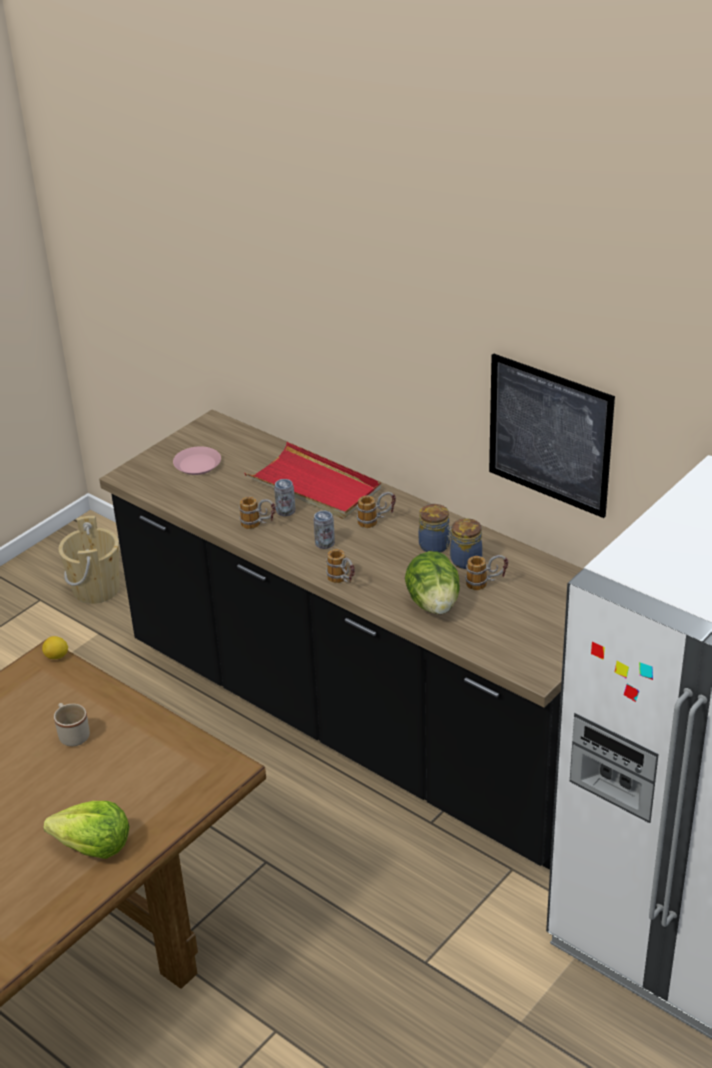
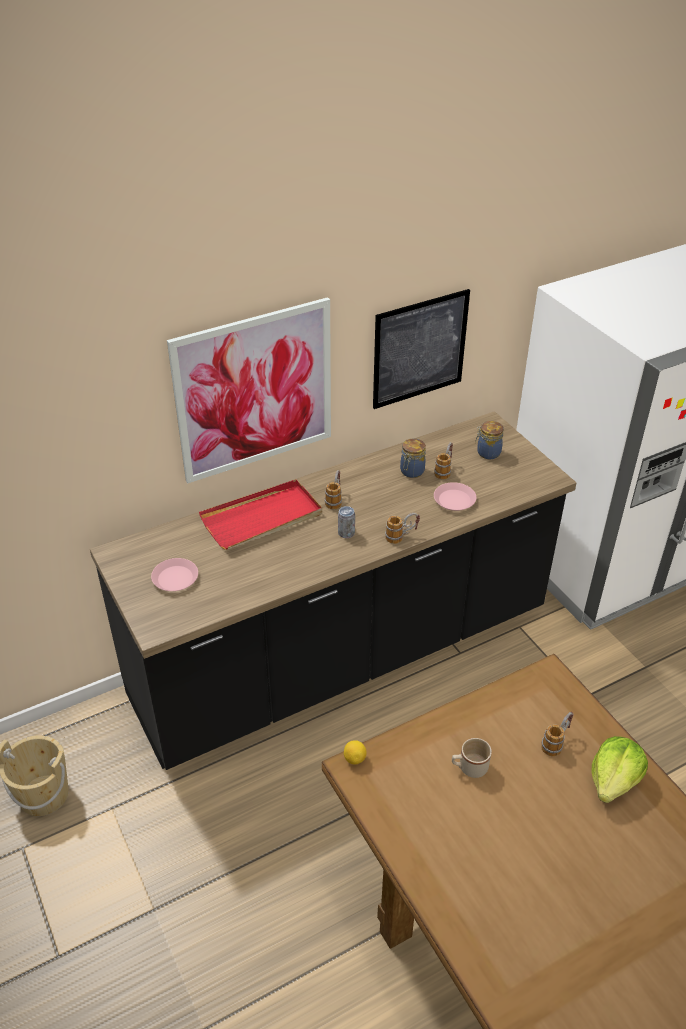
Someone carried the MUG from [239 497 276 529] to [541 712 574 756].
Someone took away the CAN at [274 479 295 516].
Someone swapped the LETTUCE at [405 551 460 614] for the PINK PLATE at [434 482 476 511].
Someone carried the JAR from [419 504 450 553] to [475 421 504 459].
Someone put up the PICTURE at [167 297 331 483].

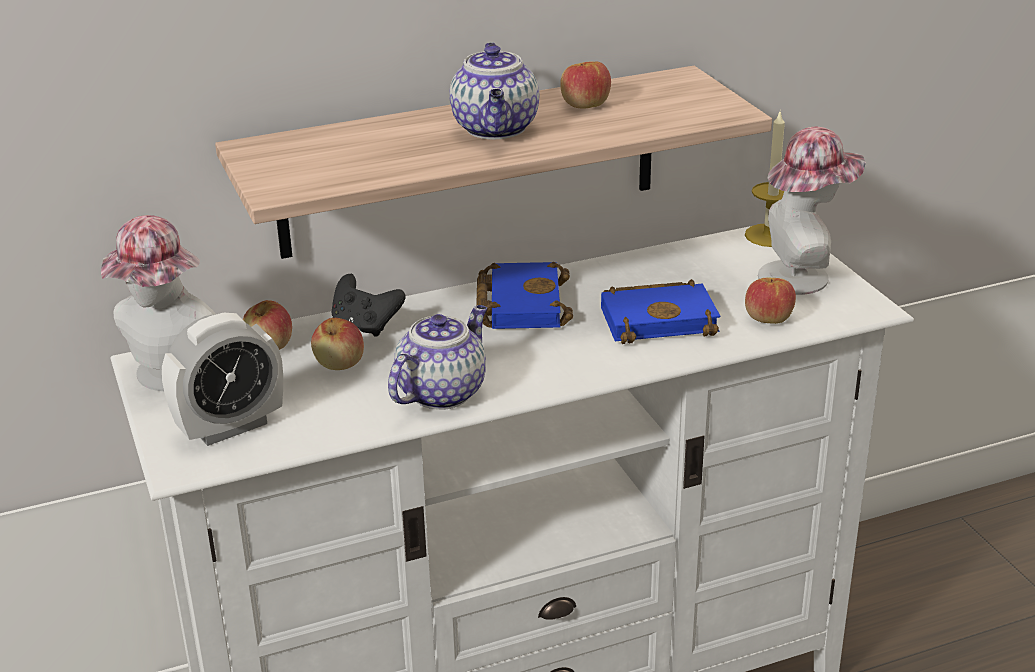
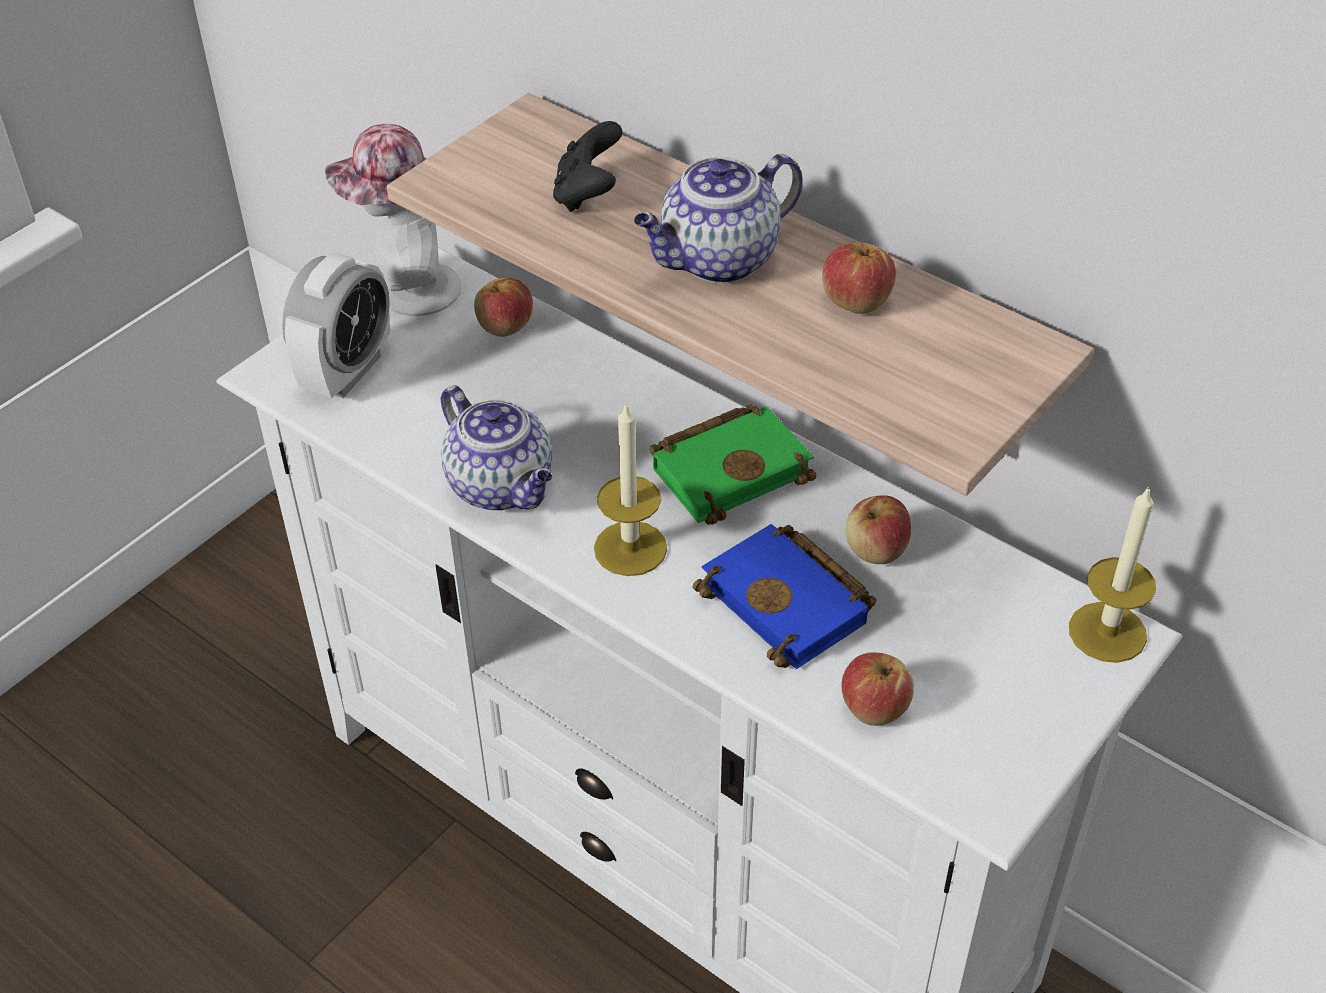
Someone rotated the ALARM CLOCK at [162 313 283 446] by 90 degrees counterclockwise.
Someone carried the APPLE from [311 318 364 370] to [846 495 911 564].
Someone carried the BLACK GAME CONTROLLER from [332 274 406 337] to [553 121 622 212].
Someone rotated the TEAPOT at [388 305 487 410] by 45 degrees clockwise.
Someone repainted the BLUE BOOK at [476 262 573 329], which became the GREEN BOOK at [650 404 816 525].
Someone took away the HAT at [758 127 866 295].
Someone put down the CANDLE at [594 405 667 576].

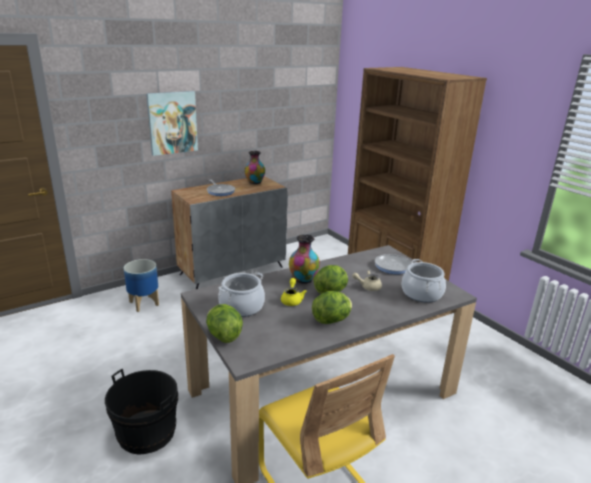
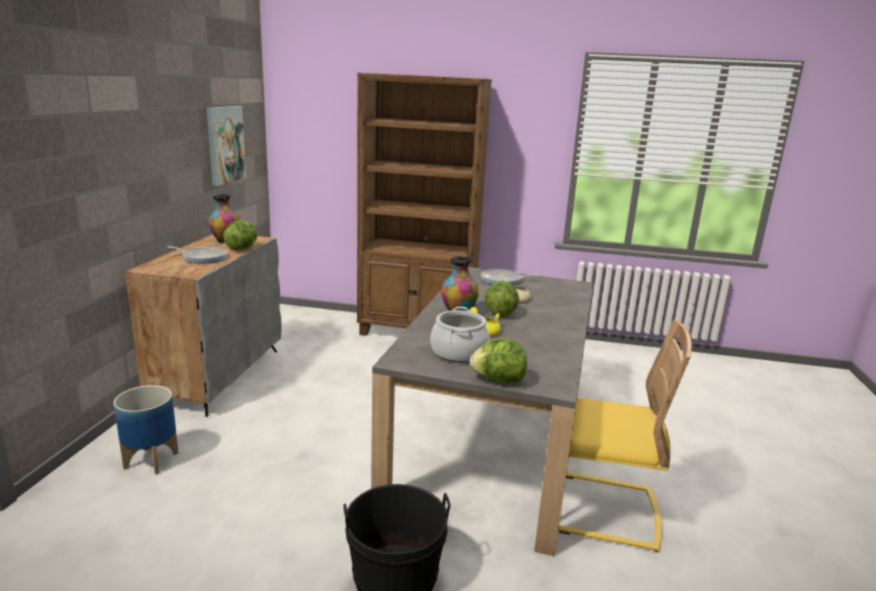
Someone carried the PICTURE from [146 91 198 156] to [206 106 246 186].
Someone carried the LETTUCE from [312 291 352 324] to [223 220 257 250].
Someone took away the COOKING POT at [402 259 446 302].

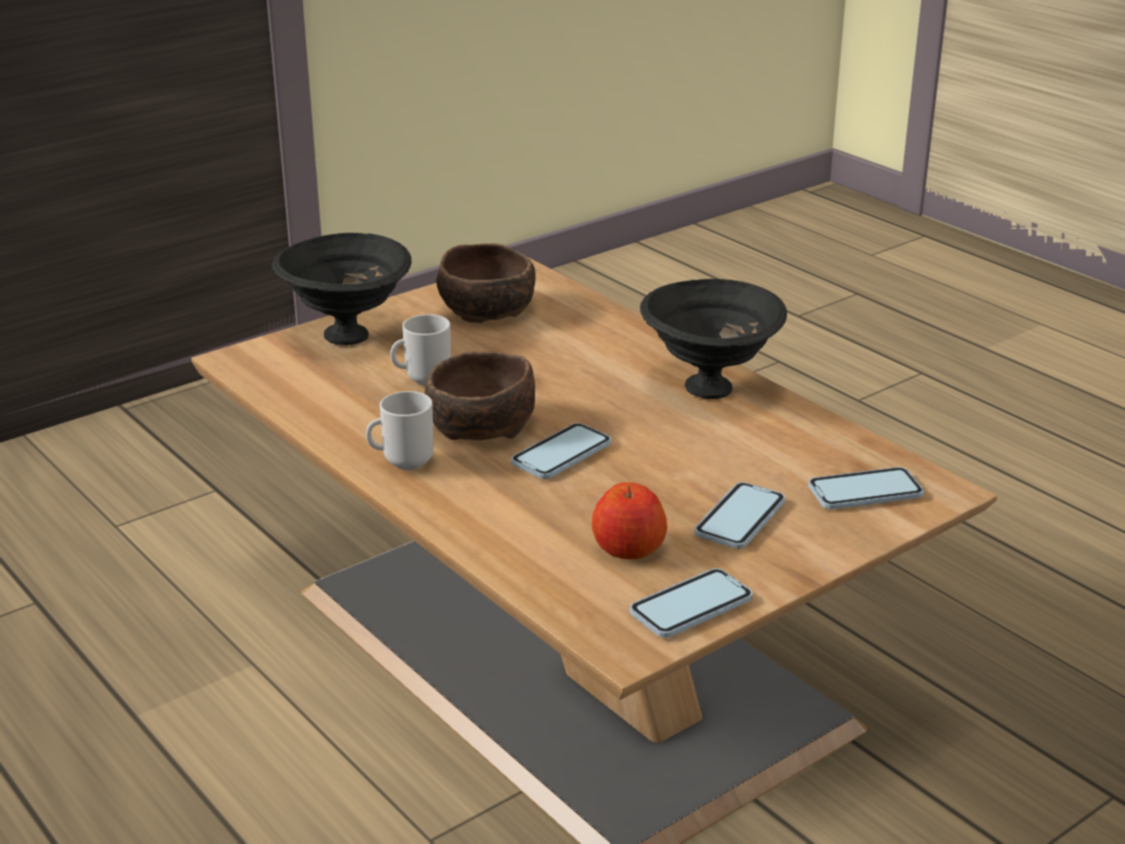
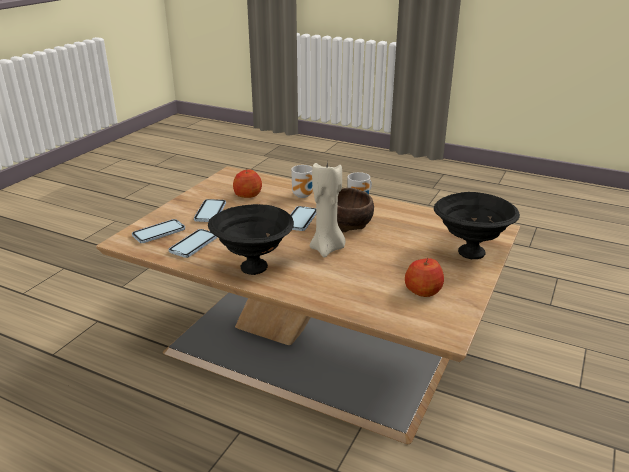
Someone carried the MUG from [390 314 451 386] to [291 165 313 198].
Someone swapped the BROWN BOWL at [436 243 536 323] for the APPLE at [405 258 444 297].
Someone carried the PHONE from [630 568 753 638] to [168 229 218 258].
Someone put down the BEIGE CANDLE at [310 161 346 258].

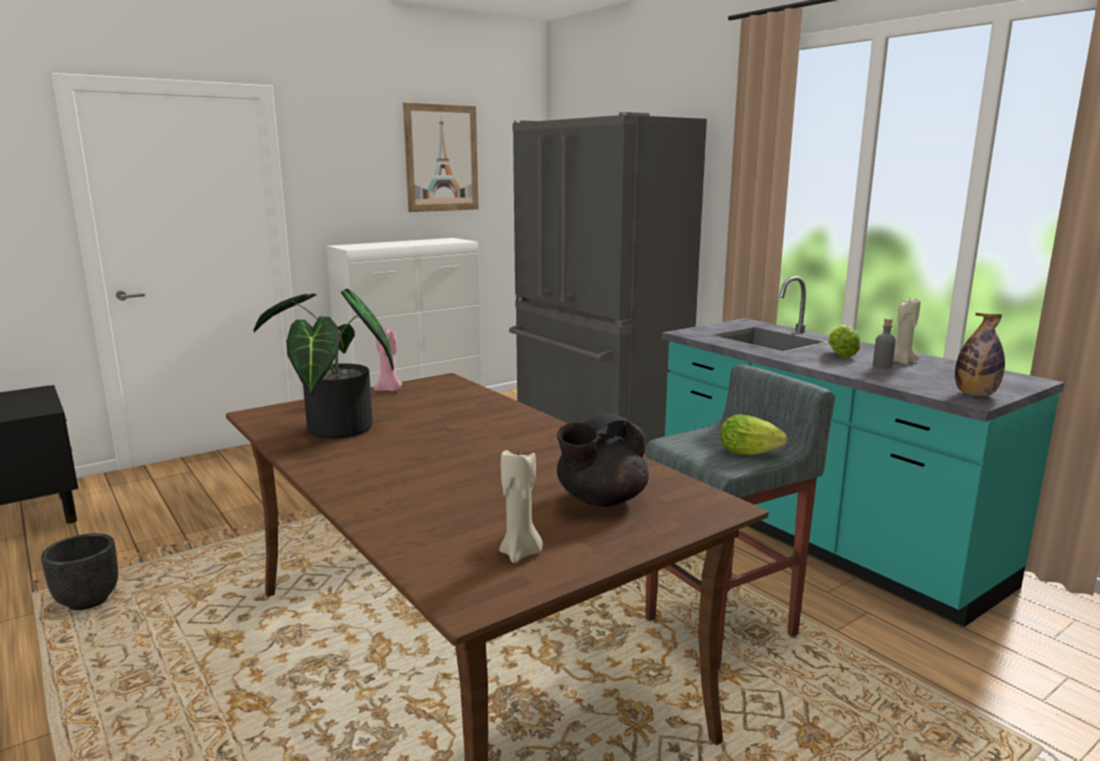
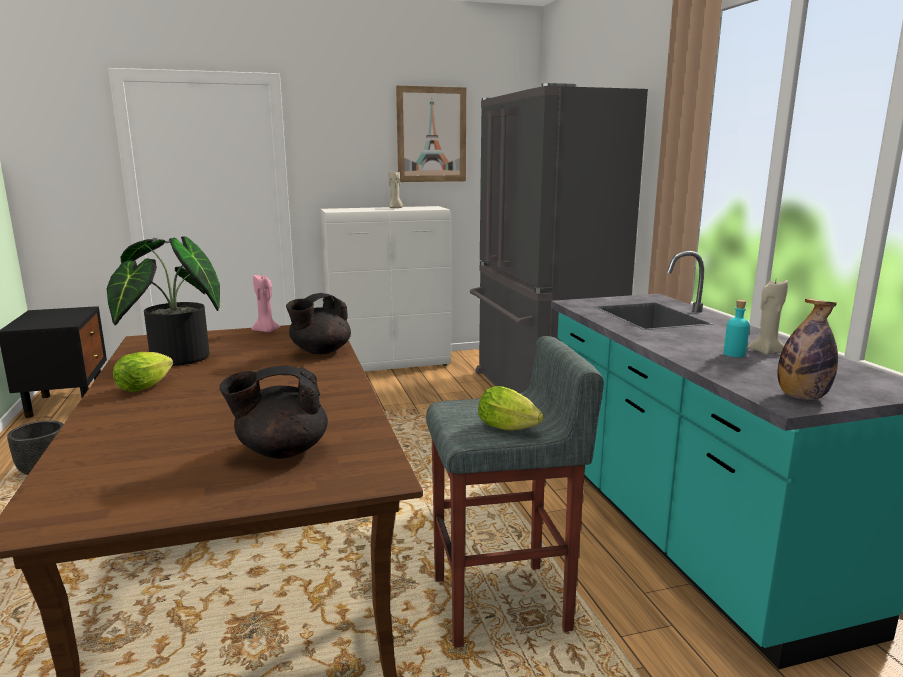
Someone carried the BEIGE CANDLE from [500 449 543 563] to [389 171 403 208].
Someone carried the LETTUCE from [828 324 860 357] to [113 352 173 392].
Someone repainted the GREY BOTTLE at [873 318 896 369], which became the TURQUOISE BOTTLE at [724 300 750 357].
Someone put down the BLACK TEAPOT at [286 293 351 354].

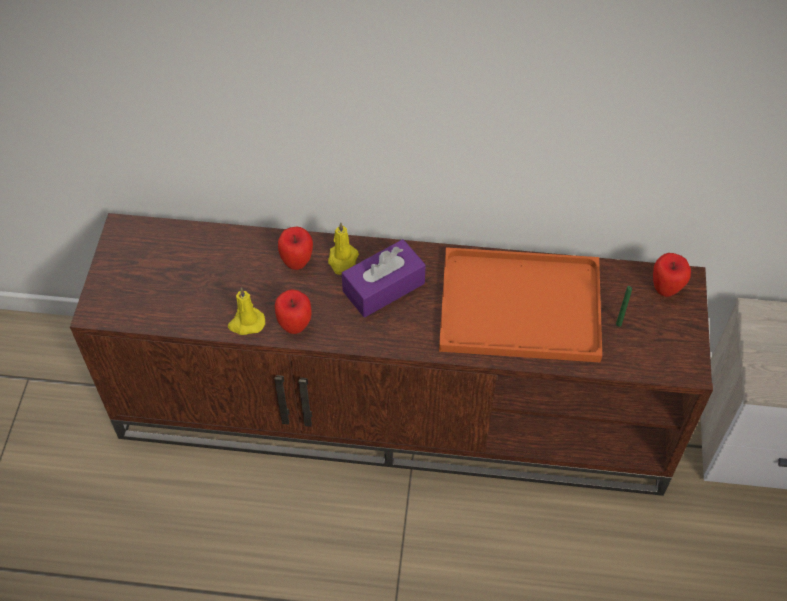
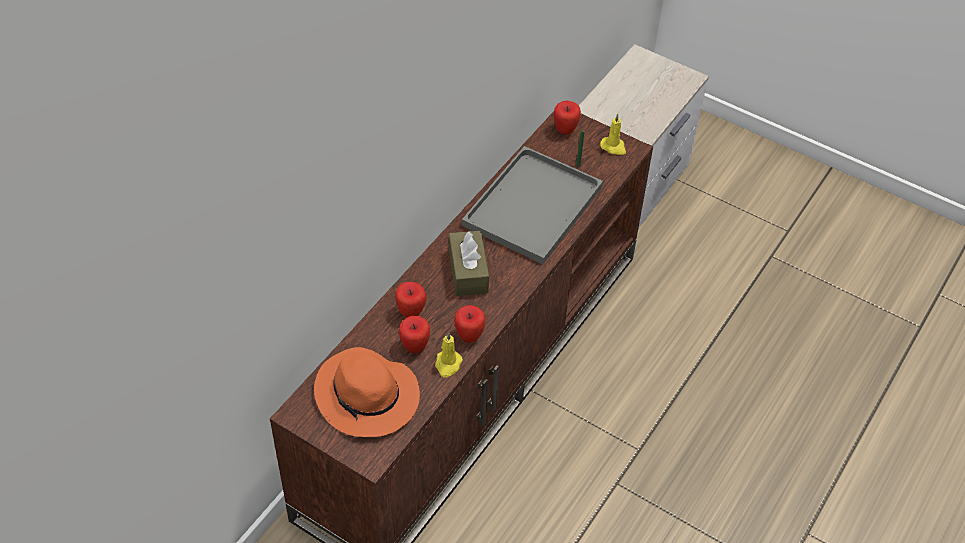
Someone carried the YELLOW CANDLE from [328 222 359 275] to [600 114 626 155].
Someone repainted the PURPLE TISSUE BOX at [342 239 426 317], which became the BROWN TISSUE BOX at [449 231 489 296].
Someone repainted the ORANGE TRAY at [439 247 602 362], which became the GREY TRAY at [462 146 603 264].
Someone put down the ORANGE HAT at [314 347 420 437].
Someone put down the APPLE at [399 316 430 353].

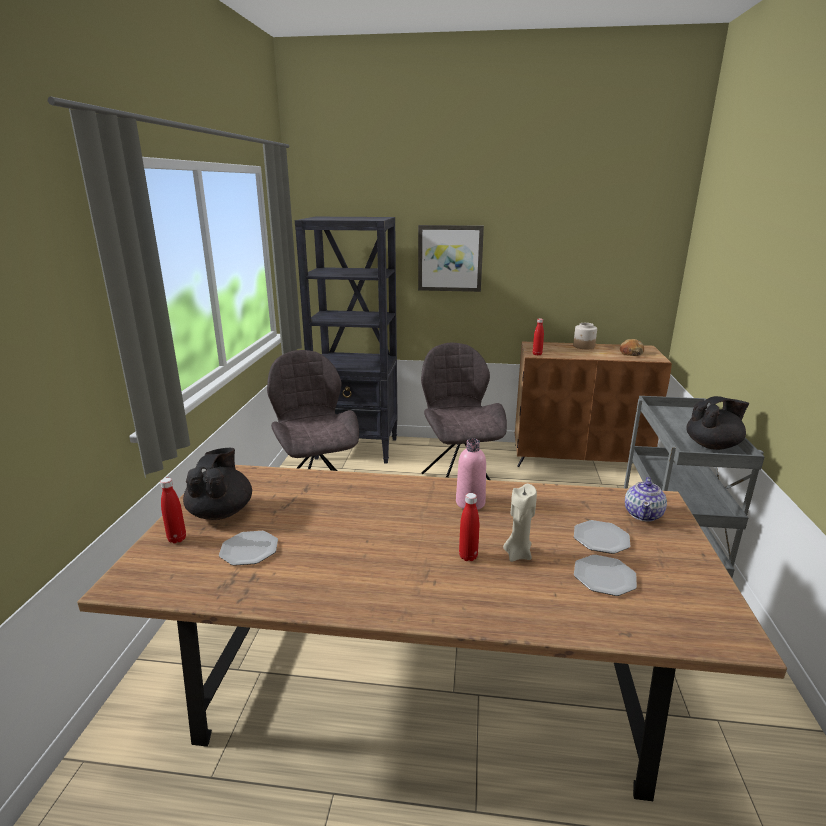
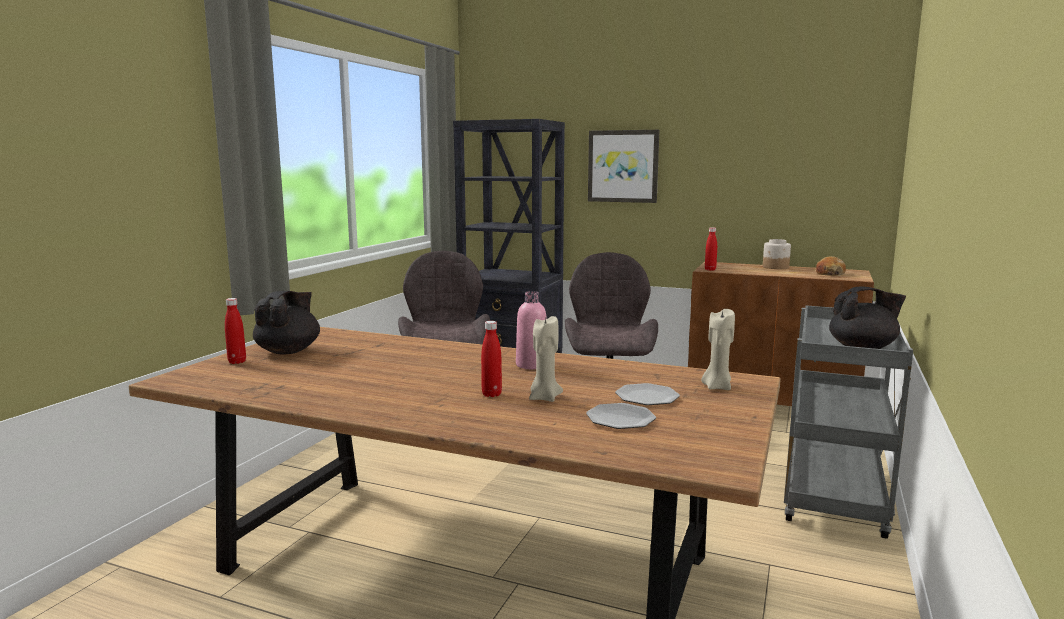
Someone took away the PLATE at [219 531 278 566].
Someone swapped the TEAPOT at [625 477 667 522] for the BEIGE CANDLE at [701 309 735 390].

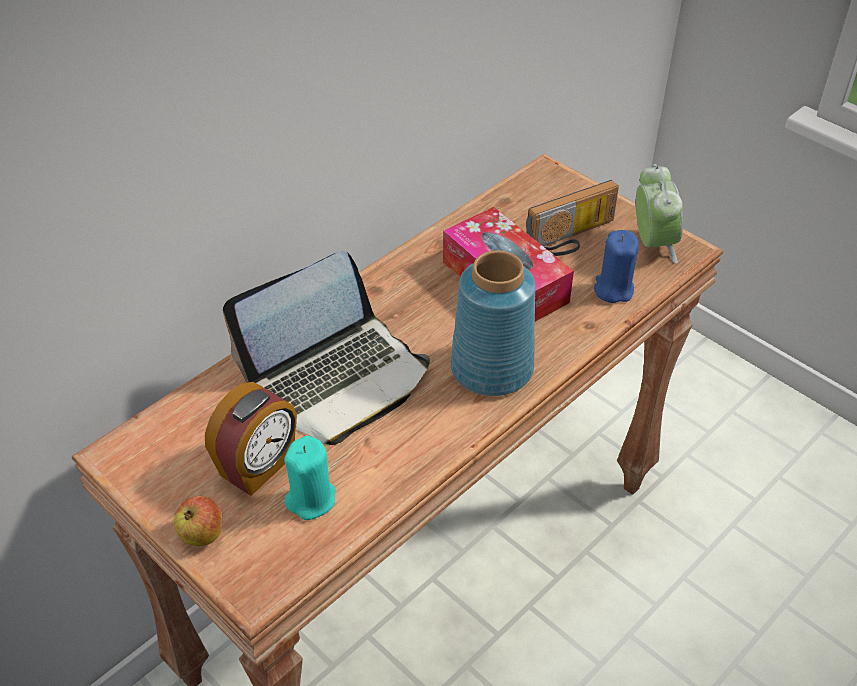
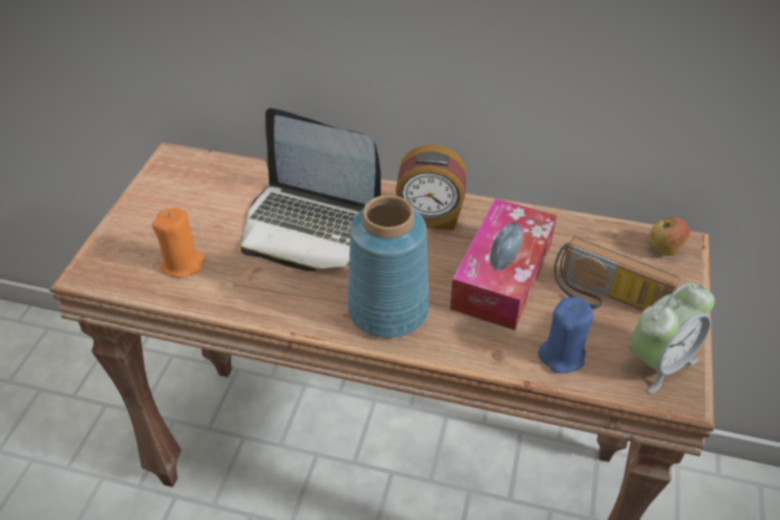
Someone carried the APPLE from [174 496 223 546] to [650 217 690 256].
Someone carried the ALARM CLOCK from [205 382 297 496] to [396 145 467 230].
Someone repainted the TURQUOISE CANDLE at [284 436 336 520], which became the ORANGE CANDLE at [152 208 205 278].

